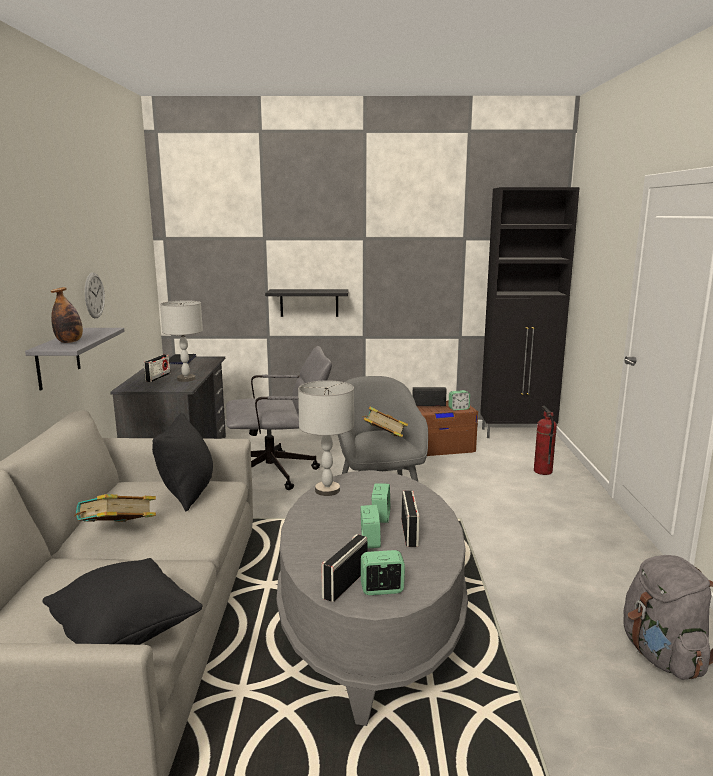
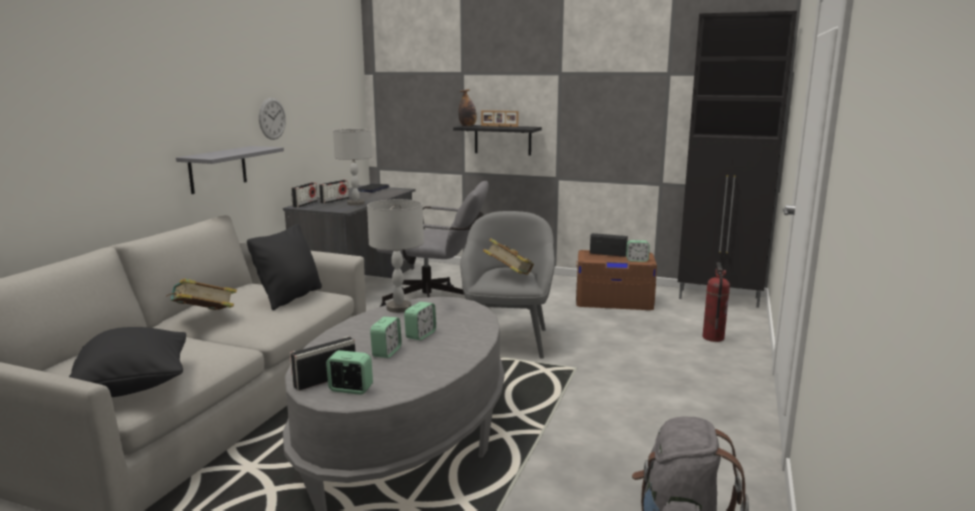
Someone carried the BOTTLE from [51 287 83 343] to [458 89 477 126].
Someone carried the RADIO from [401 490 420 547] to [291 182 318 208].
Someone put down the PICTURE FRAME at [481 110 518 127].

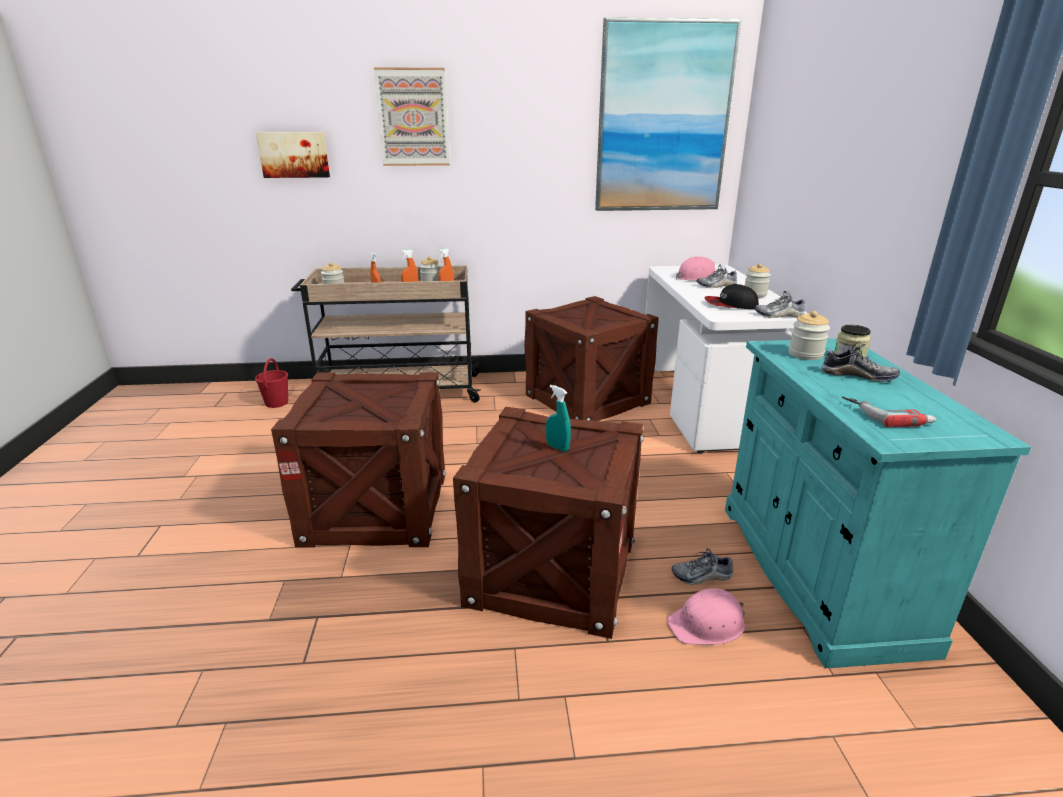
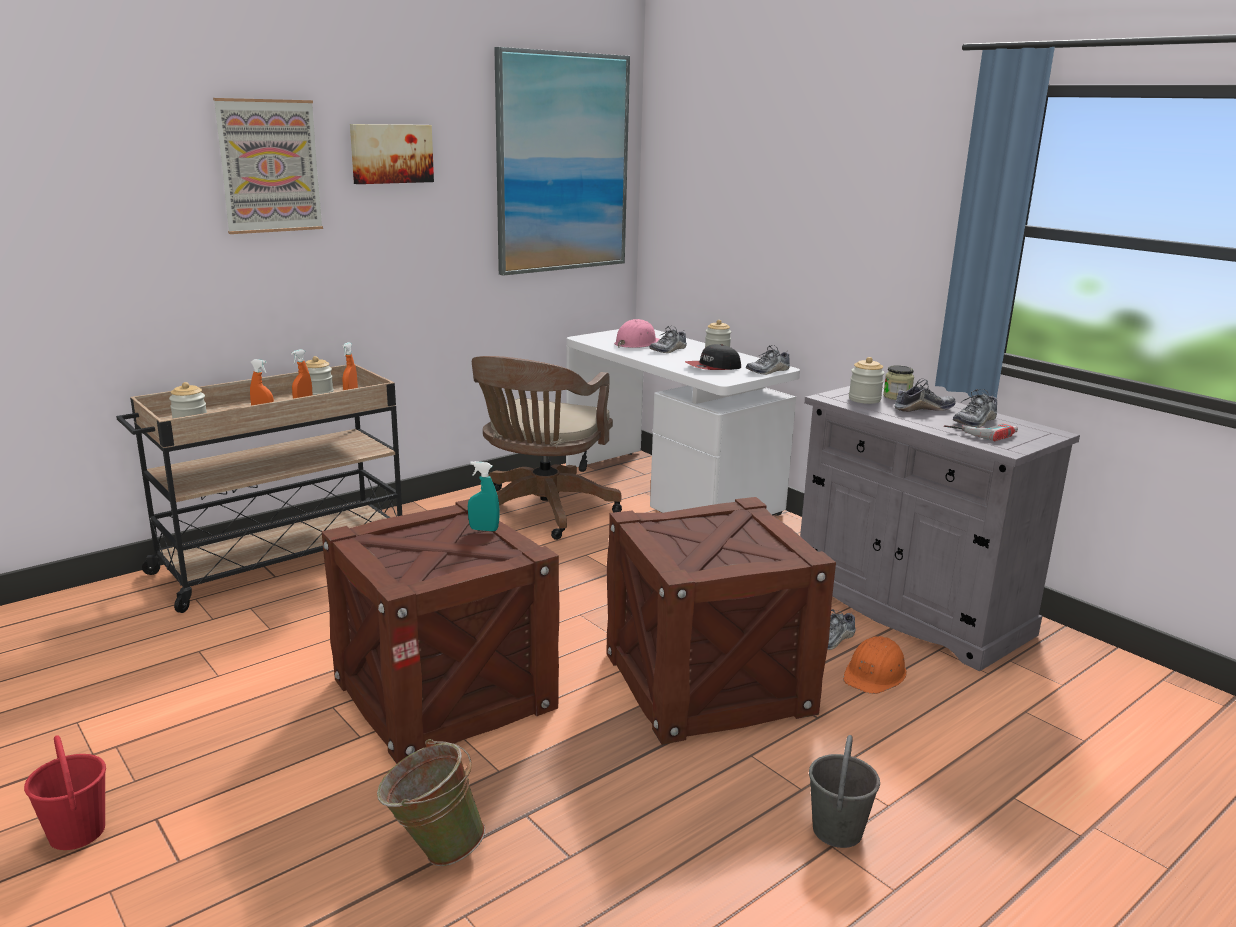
Someone carried the RED BUCKET from [255 358 288 408] to [24 735 106 850].
Someone carried the PICTURE from [256 132 330 178] to [350 124 434 184].
Someone swapped the CRATE at [524 296 659 421] for the BROWN OFFICE CHAIR at [472 356 622 540].
Someone carried the TURQUOISE SPRAY BOTTLE from [546 385 571 452] to [468 461 500 531].
Someone repainted the PINK HARD HAT at [667 588 745 645], which became the ORANGE HARD HAT at [843 636 907 694].
Someone repainted the TURQUOISE CABINET at [725 339 1031 668], which became the GREY CABINET at [800 383 1080 671].
Someone put down the GREEN BUCKET at [377 739 485 866].
Someone put down the GREY BUCKET at [809 735 880 848].
Someone put down the SHOE at [953 389 997 428].

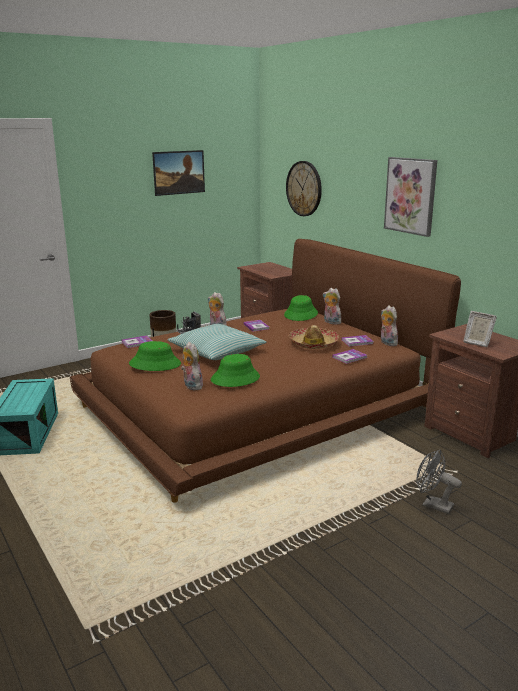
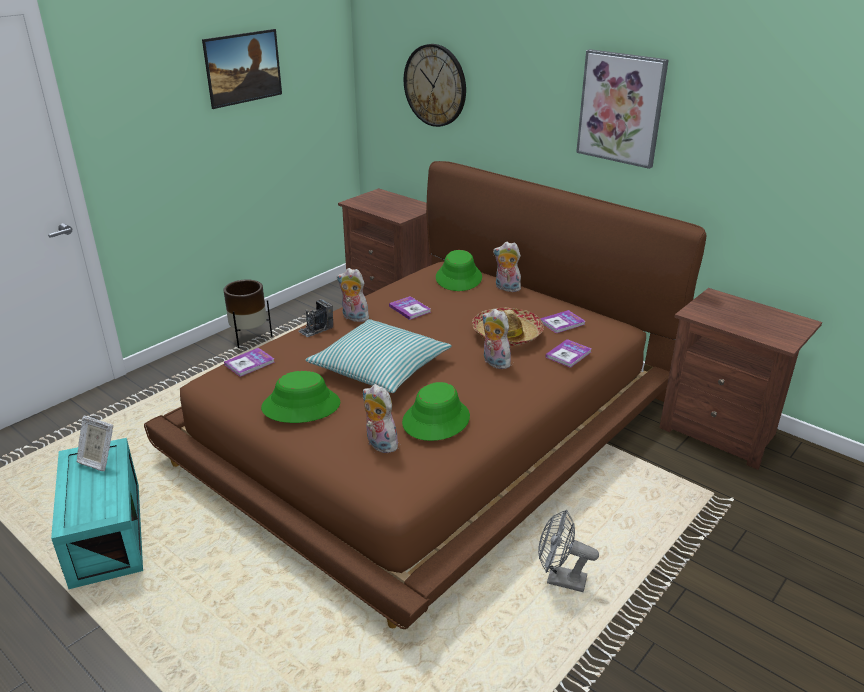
Someone carried the PLUSH TOY from [381 305 398 346] to [482 309 511 369].
Someone carried the GREY FAN from [416 450 462 514] to [538 510 599 592].
Someone carried the PICTURE FRAME from [464 311 497 347] to [77 416 113 471].

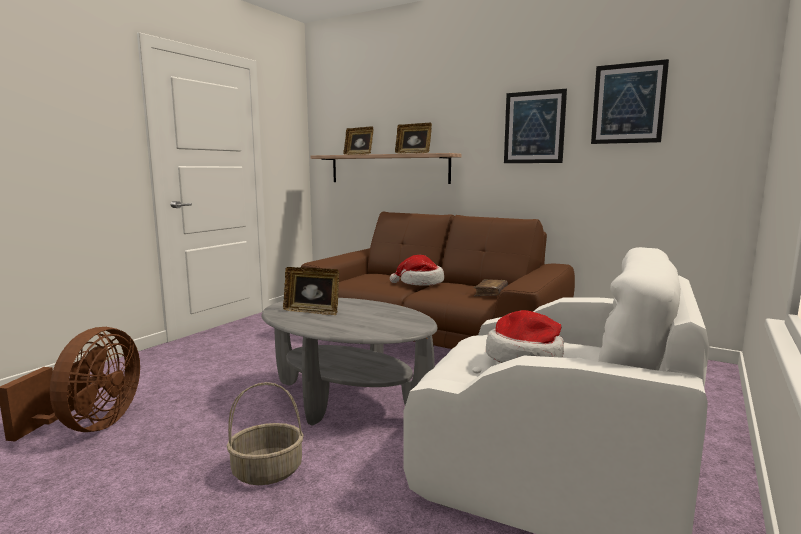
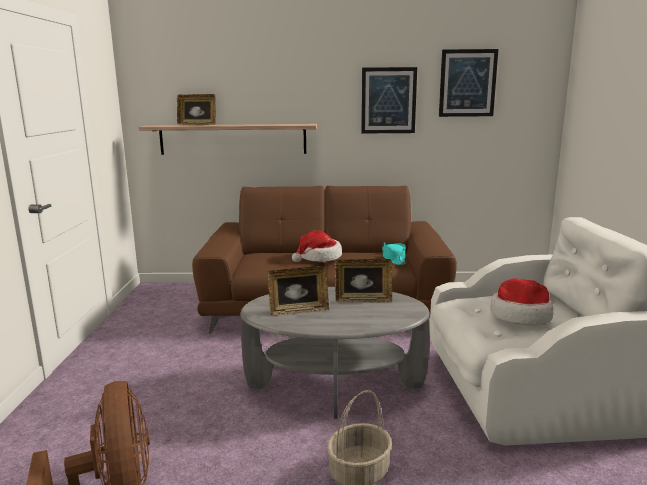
Someone carried the PICTURE FRAME from [395 123 432 153] to [335 259 392 303].
Someone swapped the BROWN BOOK at [474 279 508 297] for the TURQUOISE HAT at [382 242 406 265].

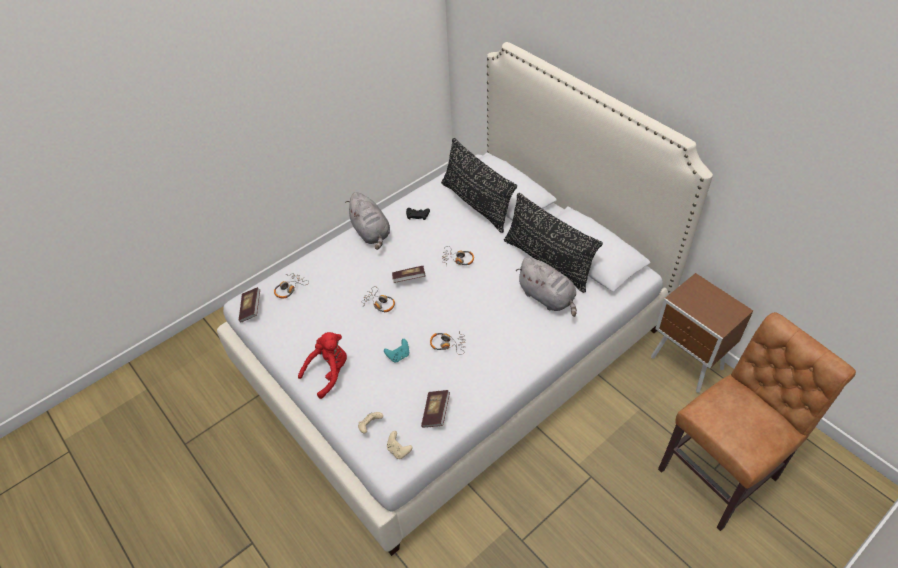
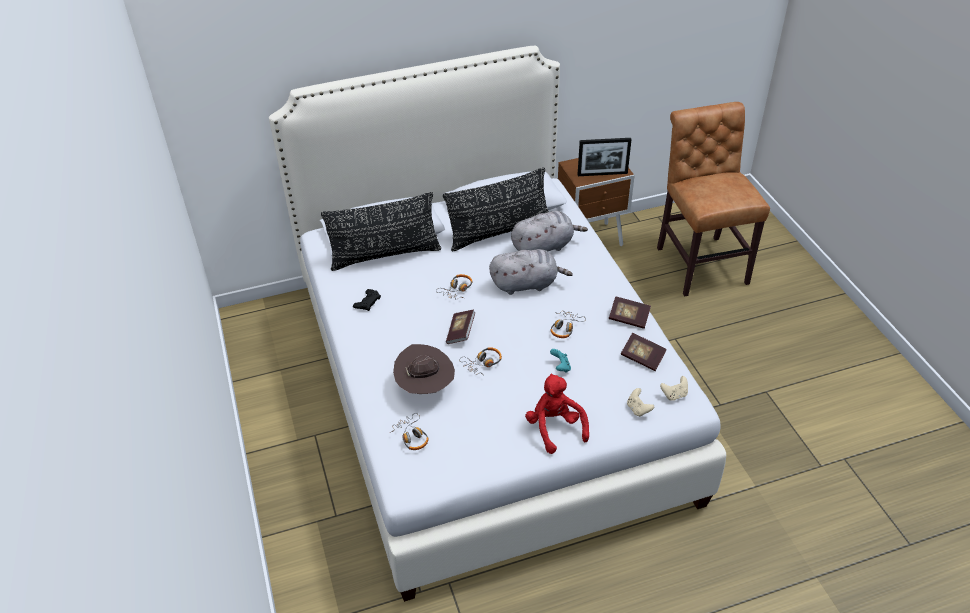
Someone carried the BOOK from [238 287 260 322] to [609 296 651 329].
Someone carried the GREY PLUSH TOY from [345 192 390 250] to [489 249 573 295].
Someone put down the BROWN HAT at [393 344 455 394].
Someone put down the PICTURE FRAME at [578 138 632 176].

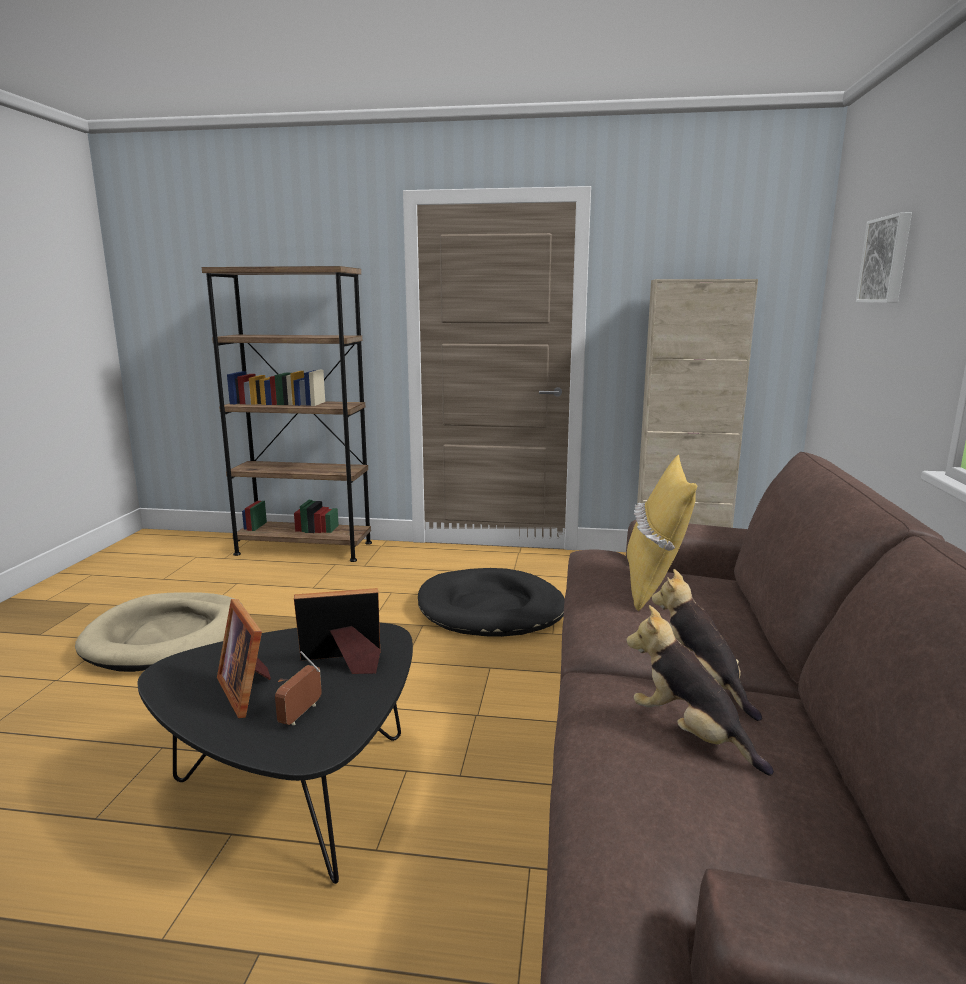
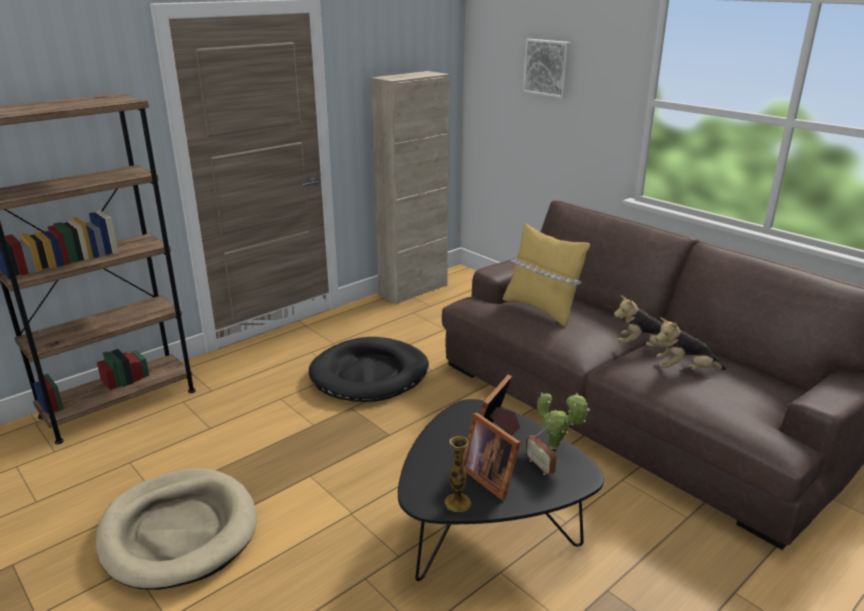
Someone rotated the PICTURE FRAME at [217 599 271 718] by 45 degrees clockwise.
Someone put down the VASE at [445 436 472 512].
Someone put down the POTTED PLANT at [537 392 590 450].

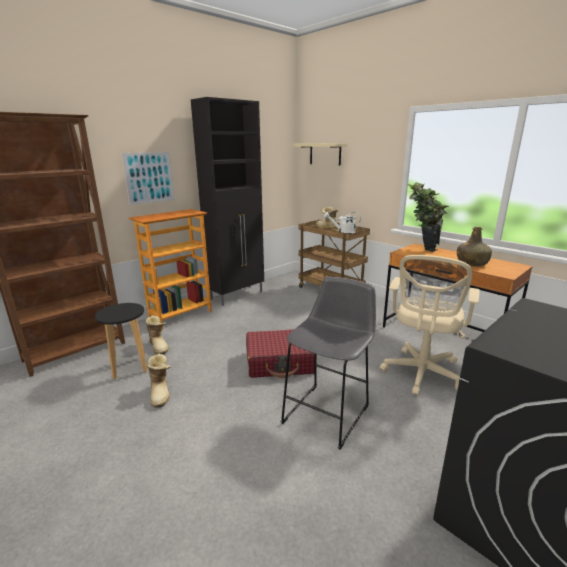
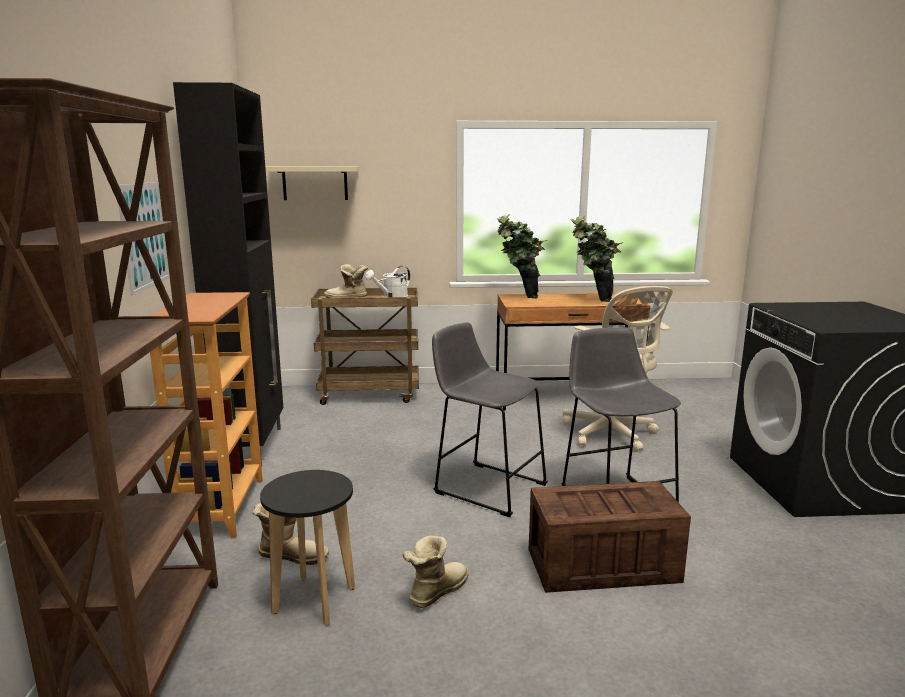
Someone rotated the BOOT at [147 354 171 408] by 75 degrees counterclockwise.
Someone swapped the RED SUITCASE at [246 329 317 378] for the GREY STOOL at [432 322 548 517].
Someone swapped the GREEN BOTTLE at [457 227 492 266] for the POTTED PLANT at [570 215 624 302].
Someone put down the CRATE at [529 481 691 593].

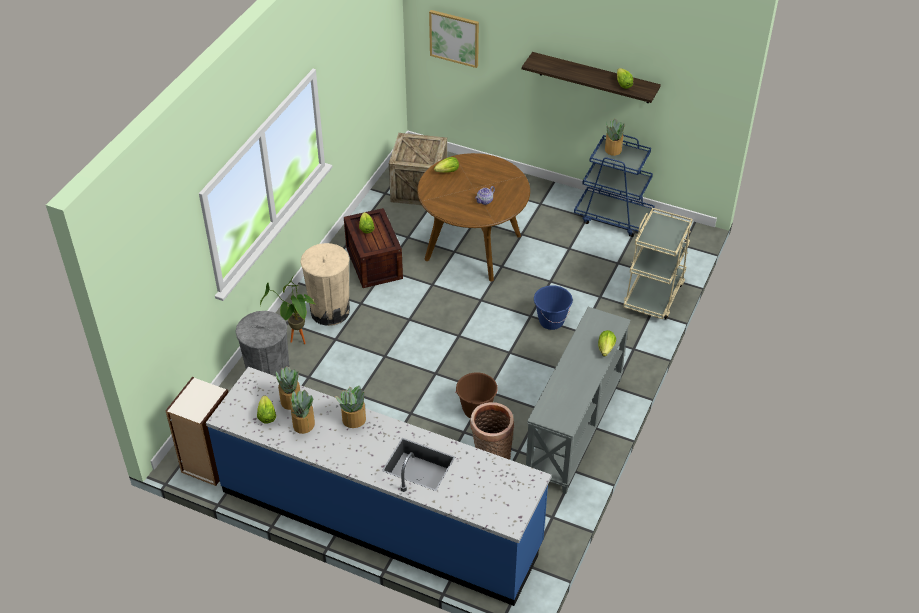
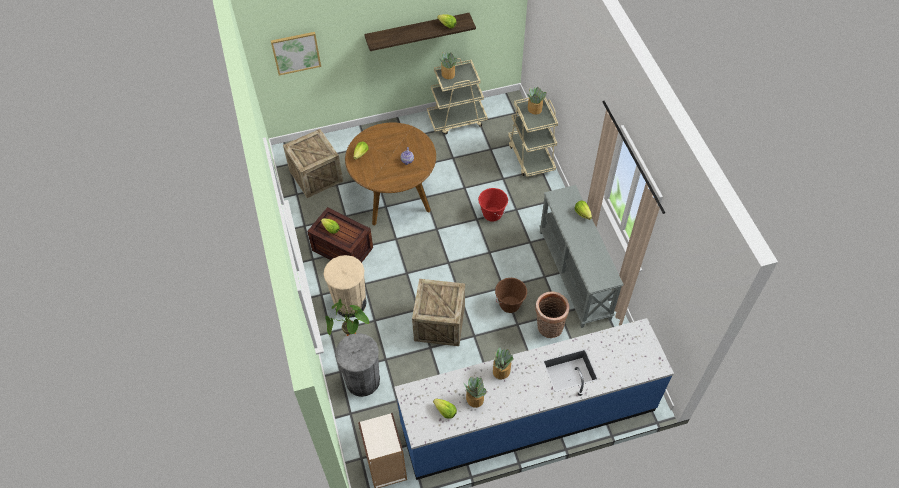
Someone carried the POTTED PLANT from [276 366 300 410] to [527 87 547 115].
Someone repainted the BLUE BUCKET at [534 285 573 330], which became the RED BUCKET at [478 188 508 222].
Someone repainted the BLUE CART at [574 135 654 237], which became the BEIGE CART at [427 58 488 134].
Someone put down the CRATE at [412 279 465 346].

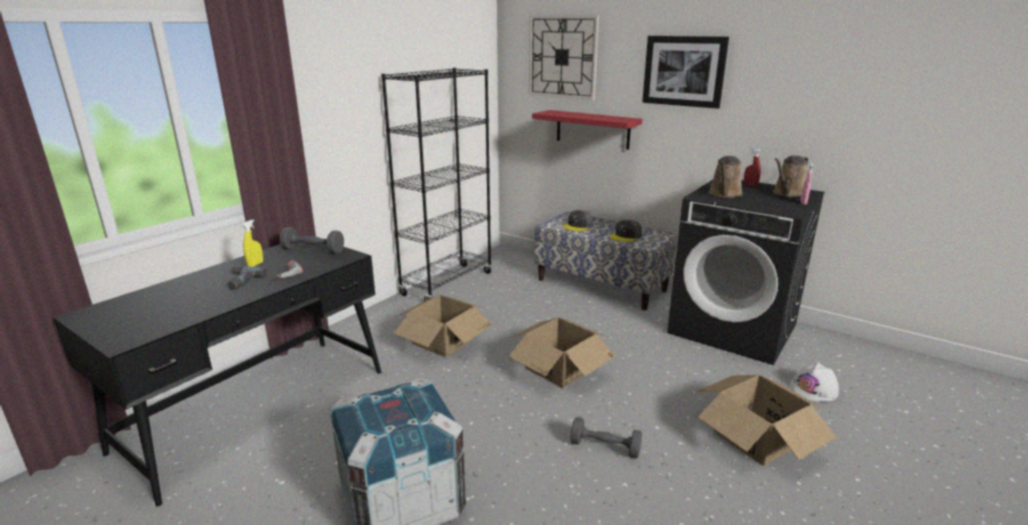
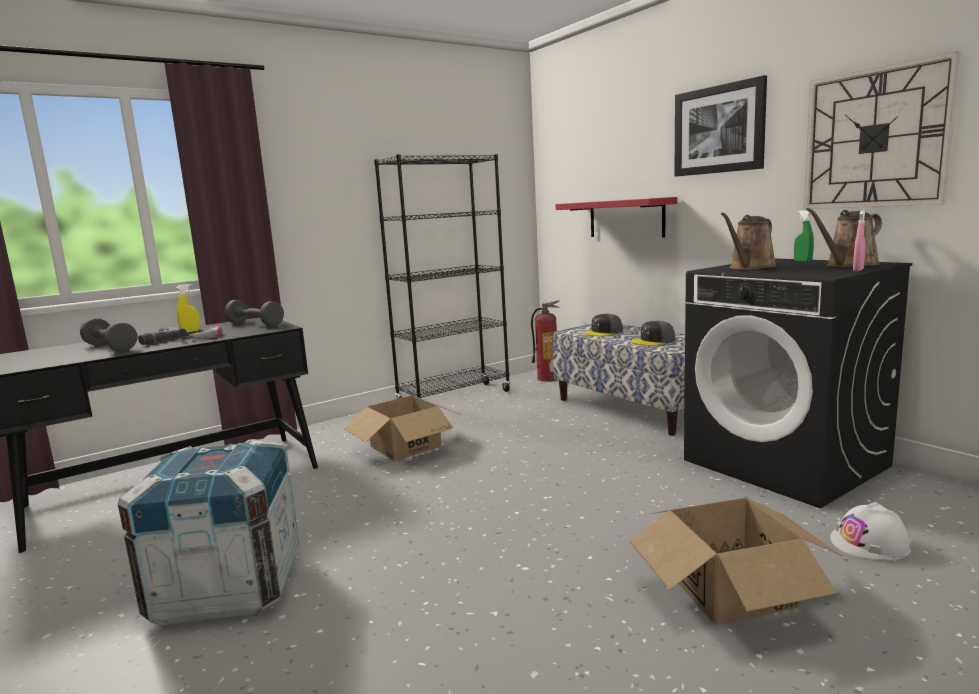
Someone took away the CARDBOARD BOX at [508 317 616 388].
Someone carried the WALL CLOCK from [529 15 599 100] to [804 51 960 209].
Someone carried the GREY DUMBBELL from [571 417 642 458] to [80 318 137 351].
Someone repainted the RED SPRAY BOTTLE at [744 148 761 187], which became the GREEN SPRAY BOTTLE at [794 210 814 262].
Someone put down the FIRE EXTINGUISHER at [531 300 560 382].

